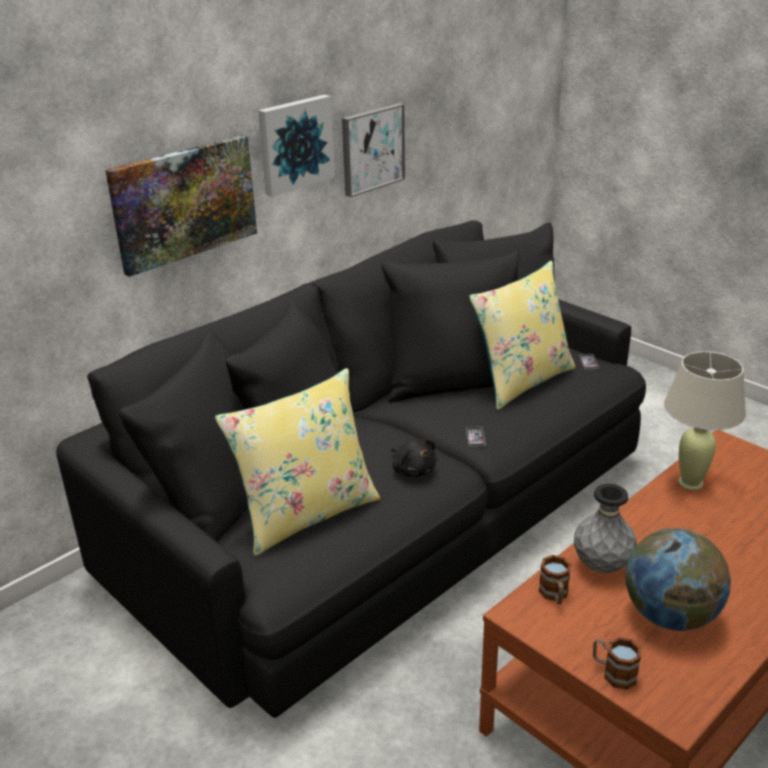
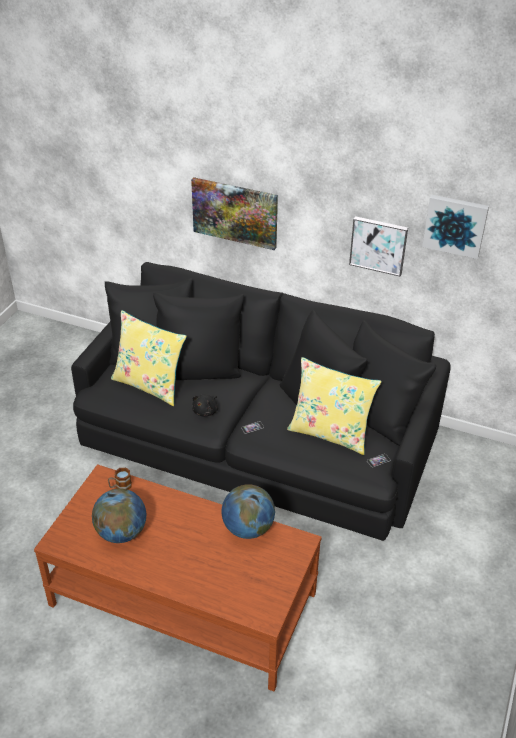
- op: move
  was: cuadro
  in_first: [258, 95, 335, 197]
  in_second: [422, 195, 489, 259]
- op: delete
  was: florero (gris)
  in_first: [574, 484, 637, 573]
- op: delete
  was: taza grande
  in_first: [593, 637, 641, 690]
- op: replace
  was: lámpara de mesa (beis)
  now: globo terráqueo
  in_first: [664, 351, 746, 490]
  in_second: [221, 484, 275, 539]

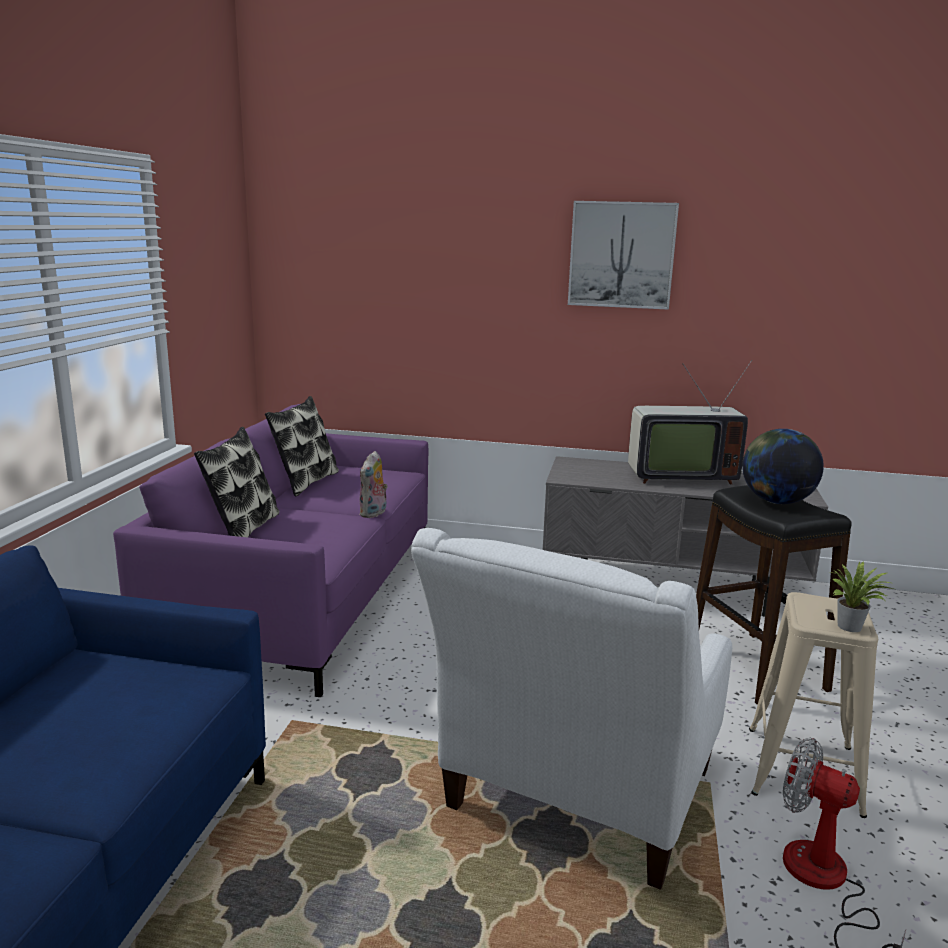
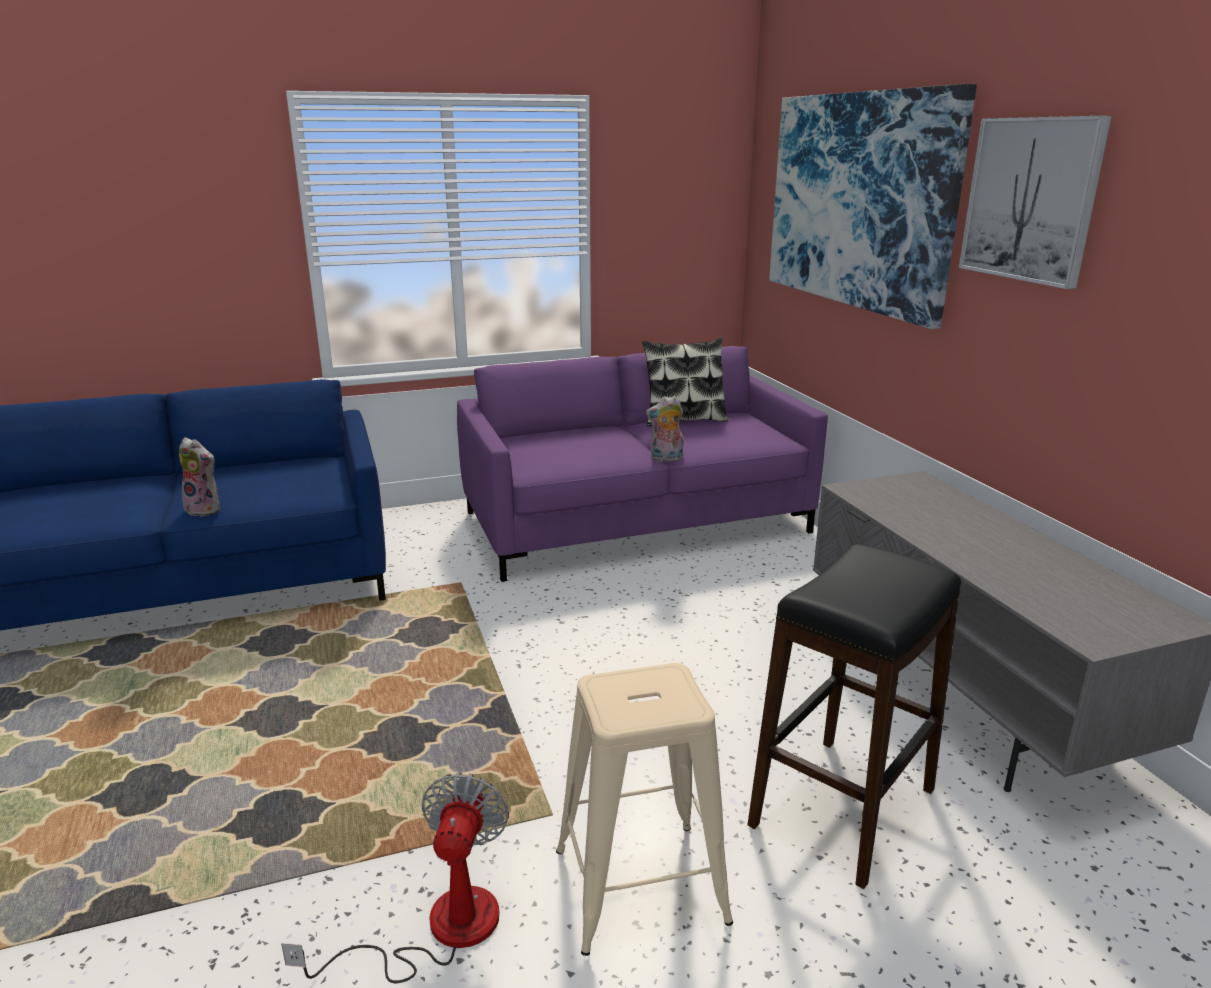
- op: delete
  was: cojín
  in_first: [194, 427, 279, 538]
- op: delete
  was: sillón (blanco)
  in_first: [411, 528, 732, 890]
- op: delete
  was: televisor
  in_first: [628, 360, 752, 485]
- op: delete
  was: globo terráqueo
  in_first: [742, 429, 824, 504]
- op: delete
  was: planta en maceta
  in_first: [833, 561, 893, 632]
- op: insert
  now: peluche
  in_second: [179, 437, 220, 517]
- op: insert
  now: cuadro
  in_second: [769, 84, 977, 329]

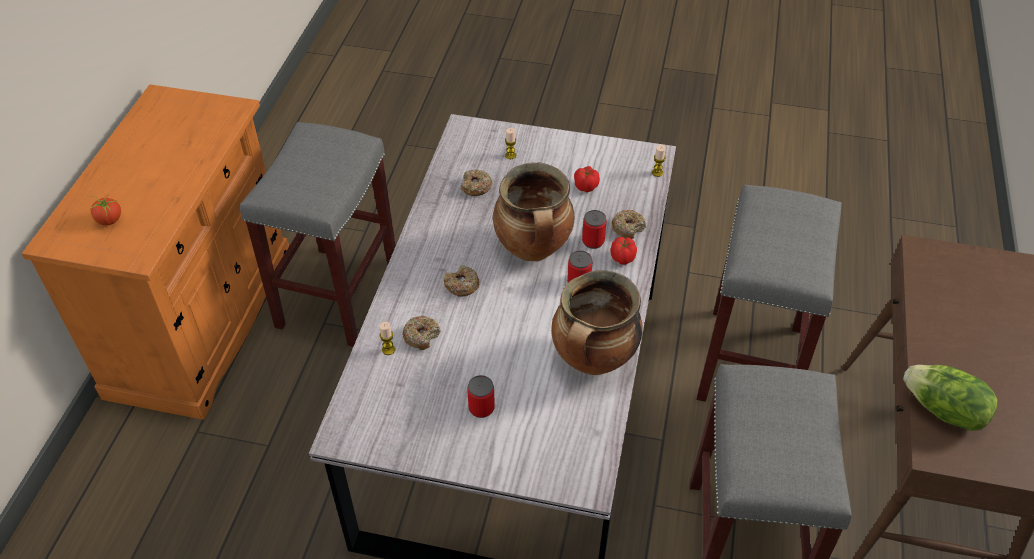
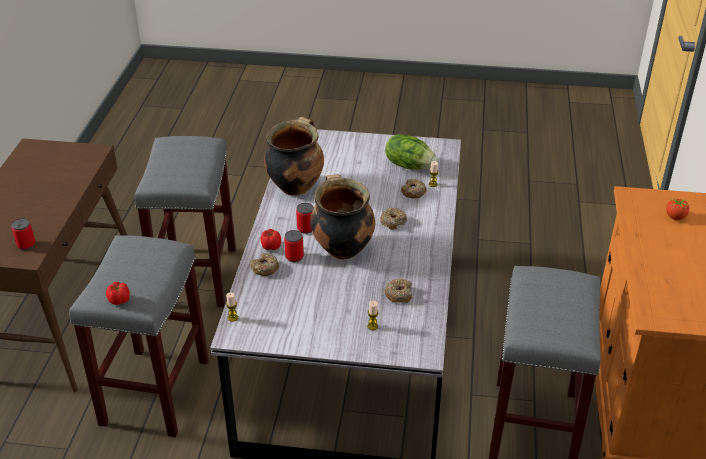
- op: move
  was: lata
  in_first: [467, 375, 495, 418]
  in_second: [11, 218, 35, 250]
- op: move
  was: tomate
  in_first: [574, 166, 600, 192]
  in_second: [106, 282, 130, 305]
- op: move
  was: lechuga
  in_first: [903, 365, 998, 431]
  in_second: [385, 134, 437, 170]

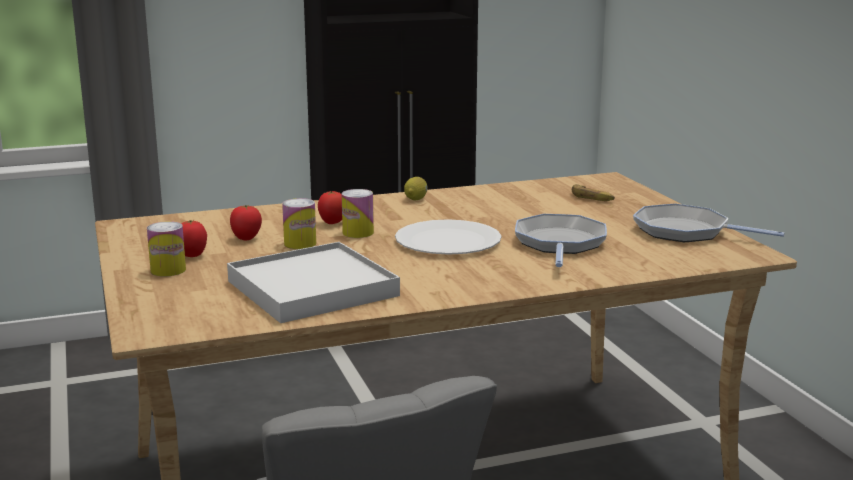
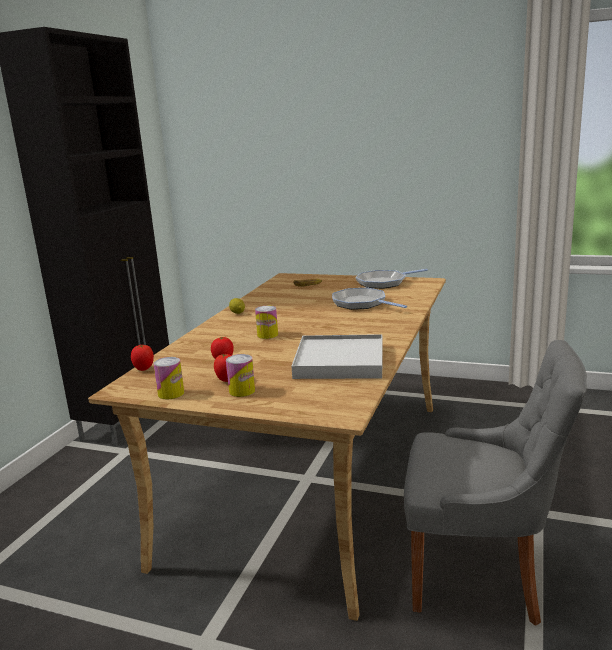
- op: move
  was: lata
  in_first: [282, 198, 316, 249]
  in_second: [153, 357, 184, 399]
- op: move
  was: tomate
  in_first: [318, 191, 342, 224]
  in_second: [131, 345, 154, 371]
- op: delete
  was: plato (blanco)
  in_first: [395, 219, 501, 255]

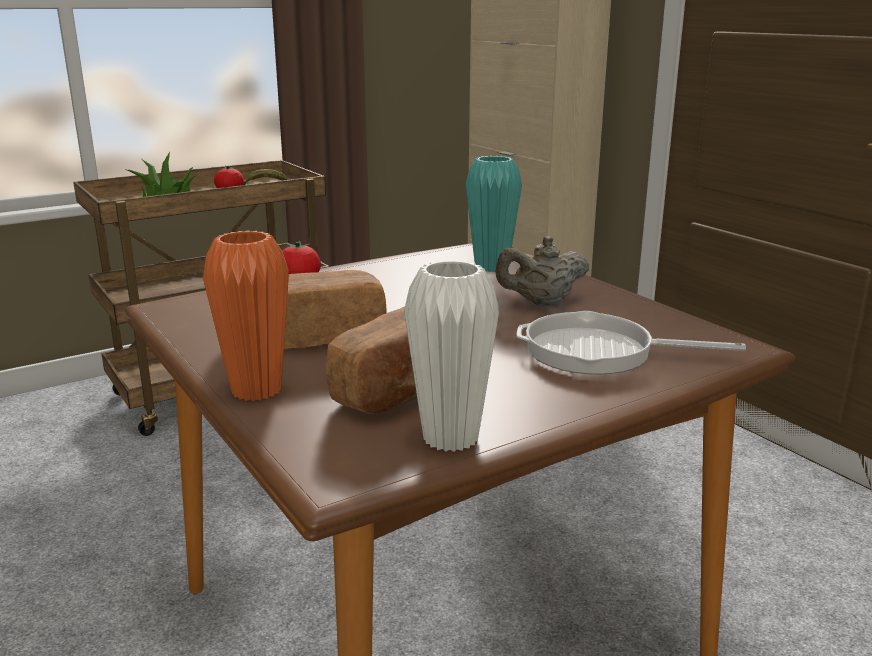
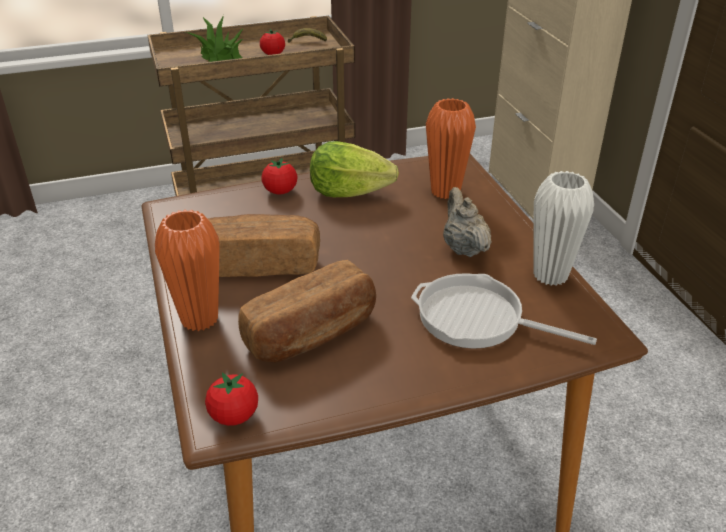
- op: move
  was: florero (blanco)
  in_first: [404, 260, 499, 452]
  in_second: [533, 171, 594, 286]
- op: recolor
  was: florero (turquesa)
  now: florero (naranja)
  in_first: [466, 156, 522, 272]
  in_second: [426, 98, 476, 199]
- op: rotate
  was: tetera (beis)
  in_first: [496, 236, 589, 306]
  in_second: [443, 187, 492, 257]
  clockwise: 75
- op: insert
  now: tomate
  in_second: [205, 372, 258, 426]
- op: insert
  now: lechuga
  in_second: [310, 141, 399, 197]

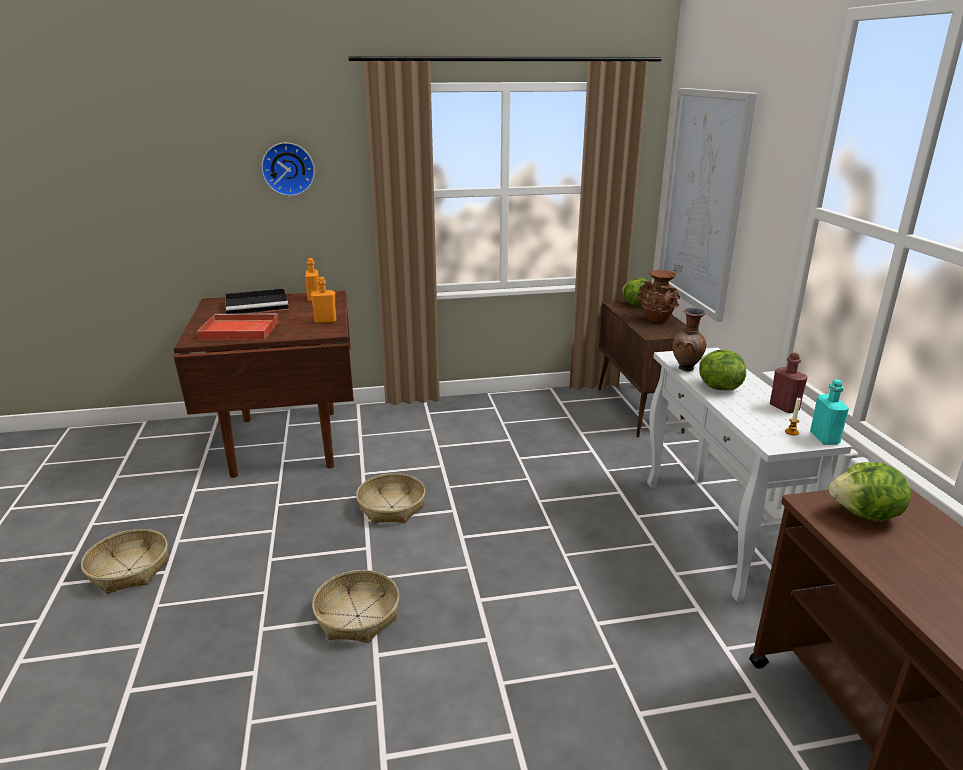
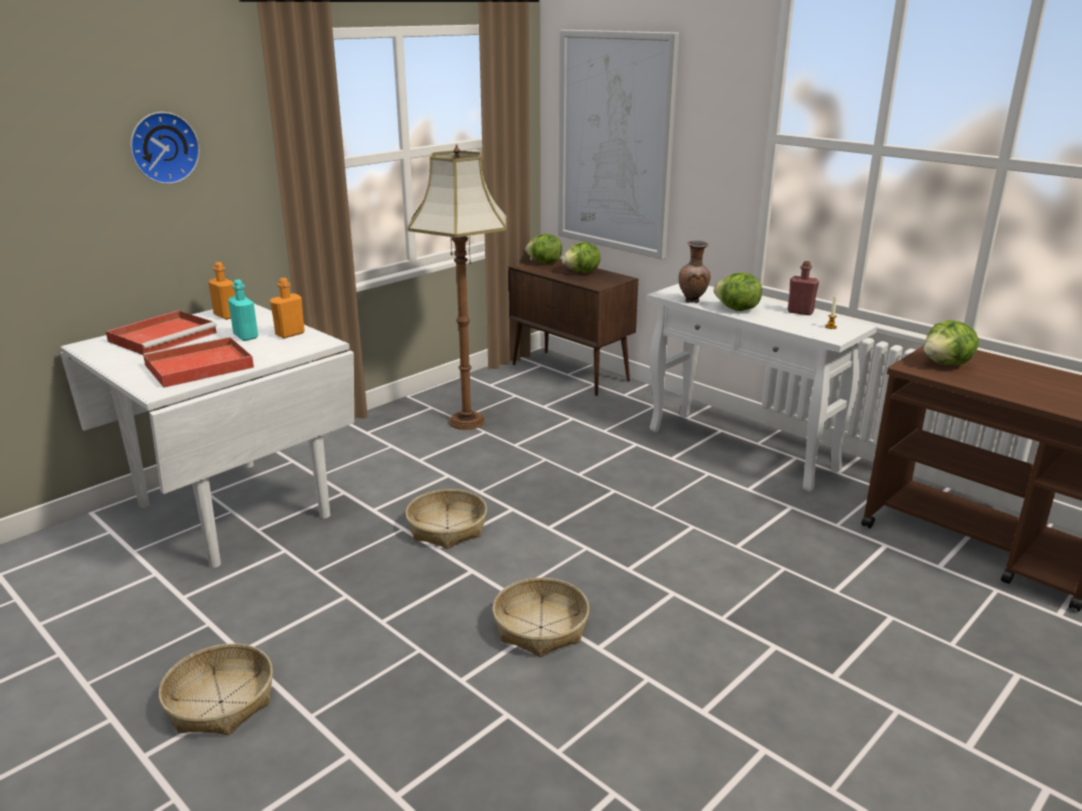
- op: recolor
  was: mesa de comedor (marrón)
  now: mesa de comedor (blanco)
  in_first: [174, 291, 354, 478]
  in_second: [60, 304, 354, 568]
- op: recolor
  was: bandeja (negro)
  now: bandeja (rojo)
  in_first: [225, 289, 289, 314]
  in_second: [106, 310, 217, 355]
- op: replace
  was: florero (marrón)
  now: lechuga
  in_first: [637, 270, 680, 322]
  in_second: [562, 242, 601, 273]
- op: move
  was: botella (turquesa)
  in_first: [810, 380, 849, 445]
  in_second: [228, 279, 258, 341]
- op: insert
  now: lámpara de pie
  in_second: [408, 144, 507, 430]

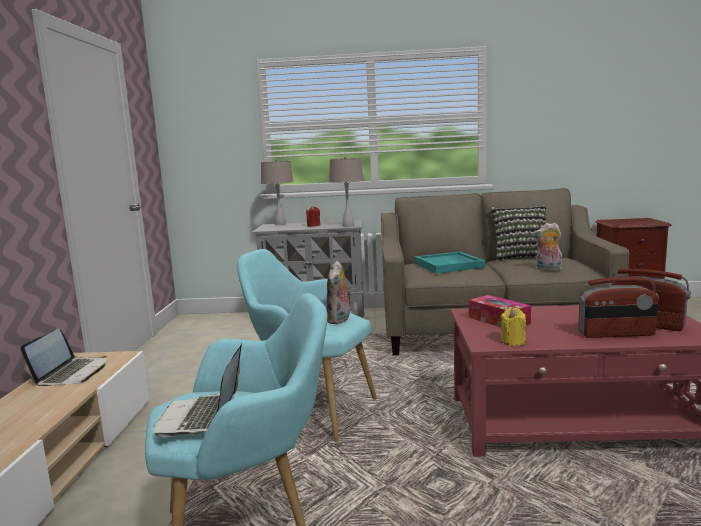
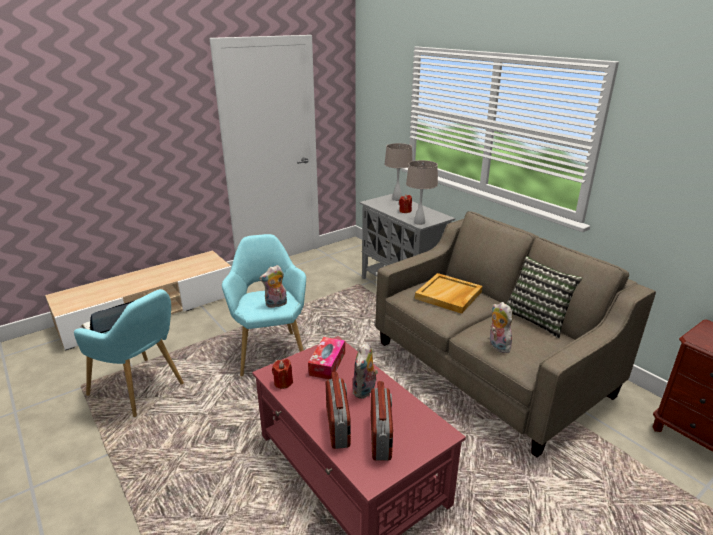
- op: delete
  was: portátil
  in_first: [21, 329, 107, 386]
- op: recolor
  was: bandeja (turquesa)
  now: bandeja (beis)
  in_first: [414, 252, 486, 274]
  in_second: [415, 273, 483, 314]
- op: recolor
  was: vela (amarillo)
  now: vela (rojo)
  in_first: [500, 308, 526, 346]
  in_second: [272, 359, 293, 389]
- op: rotate
  was: radio
  in_first: [578, 277, 659, 338]
  in_second: [326, 372, 351, 449]
  clockwise: -150
- op: insert
  now: peluche
  in_second: [352, 342, 378, 399]

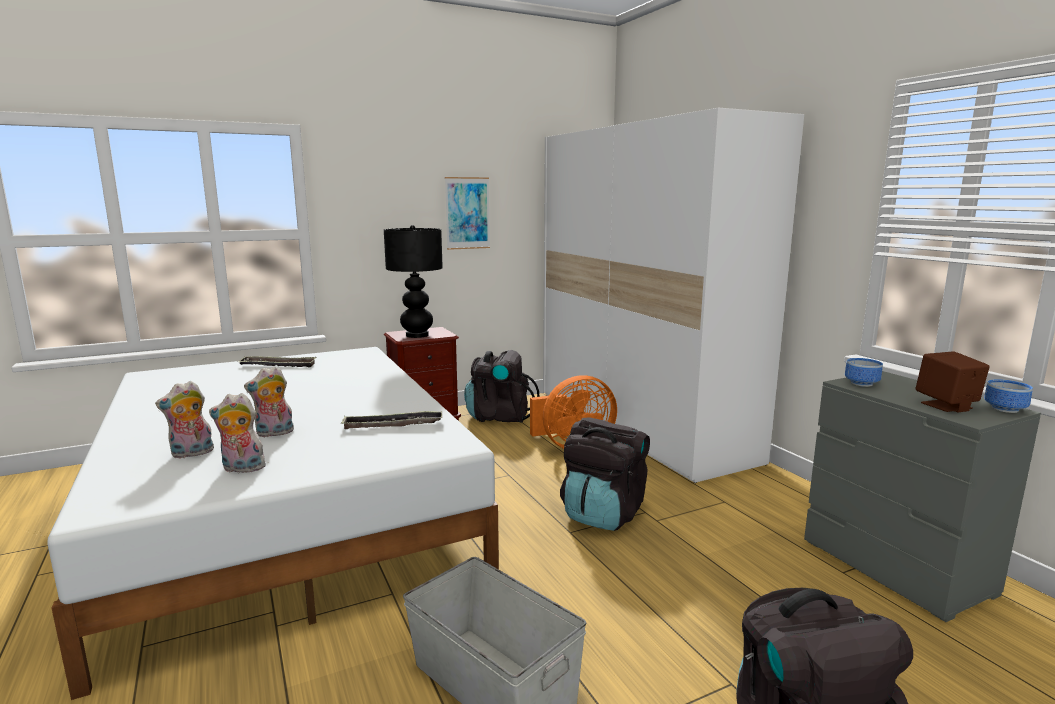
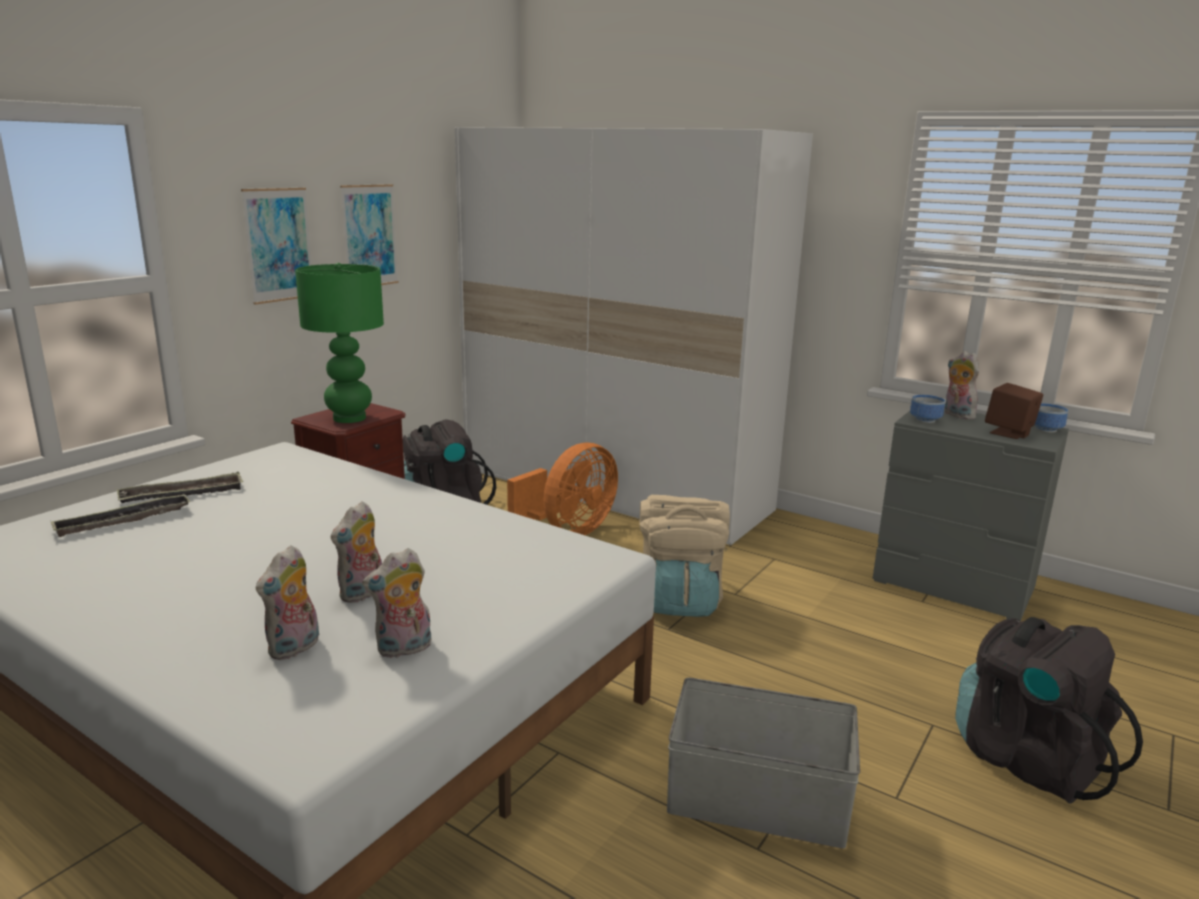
- op: move
  was: bandeja
  in_first: [341, 411, 442, 429]
  in_second: [50, 494, 191, 537]
- op: recolor
  was: lámpara de mesa (negro)
  now: lámpara de mesa (verde)
  in_first: [384, 225, 443, 338]
  in_second: [295, 263, 384, 423]
- op: recolor
  was: mochila (negro)
  now: mochila (beis)
  in_first: [560, 417, 650, 531]
  in_second: [640, 495, 730, 617]
- op: insert
  now: cuadro
  in_second: [241, 188, 312, 305]
- op: insert
  now: peluche
  in_second: [945, 351, 979, 419]

